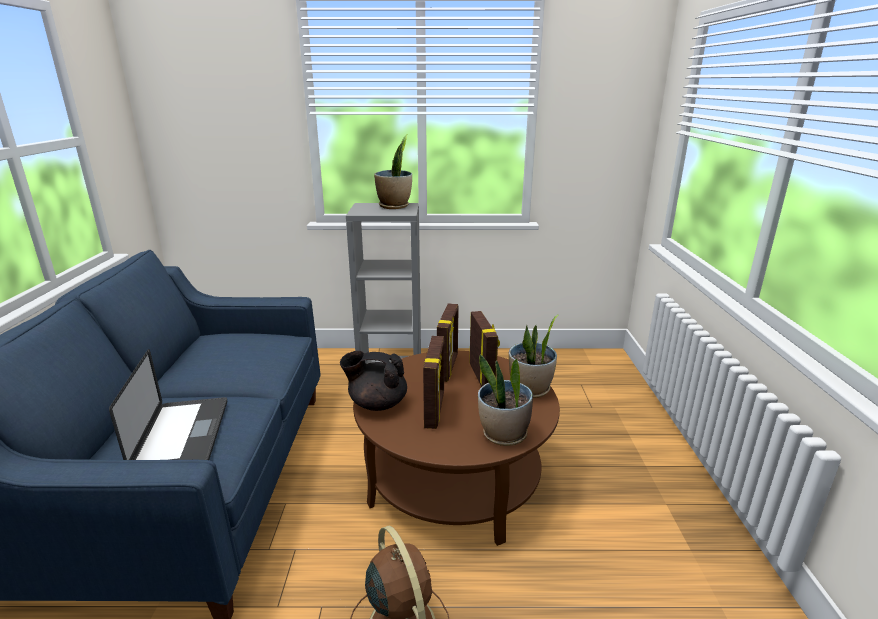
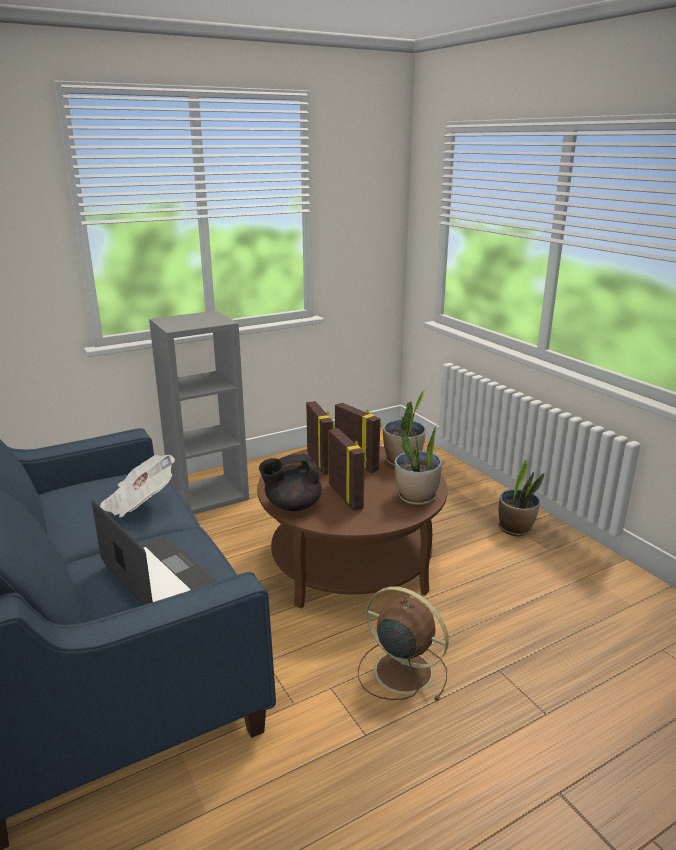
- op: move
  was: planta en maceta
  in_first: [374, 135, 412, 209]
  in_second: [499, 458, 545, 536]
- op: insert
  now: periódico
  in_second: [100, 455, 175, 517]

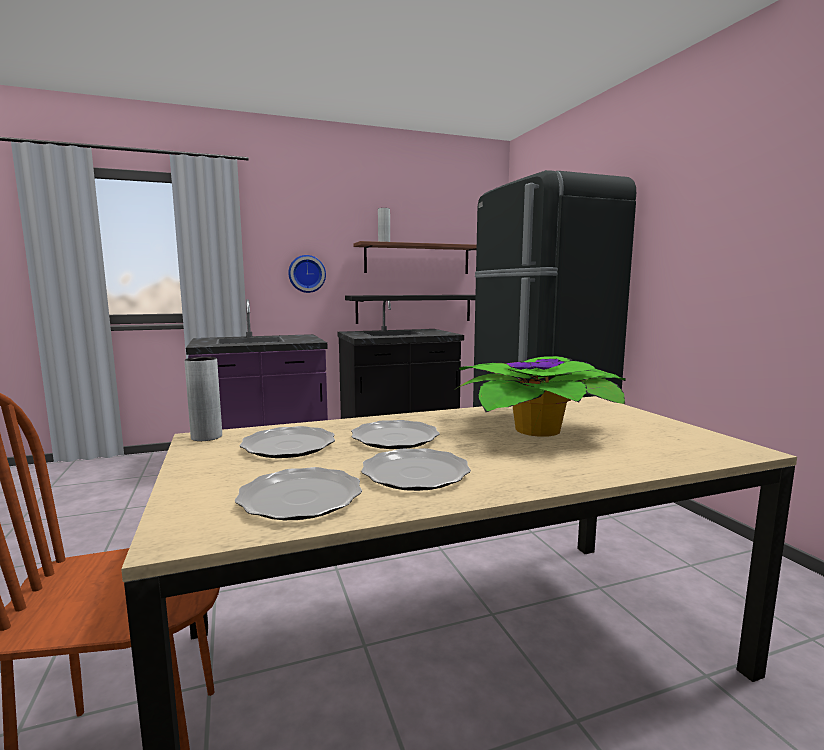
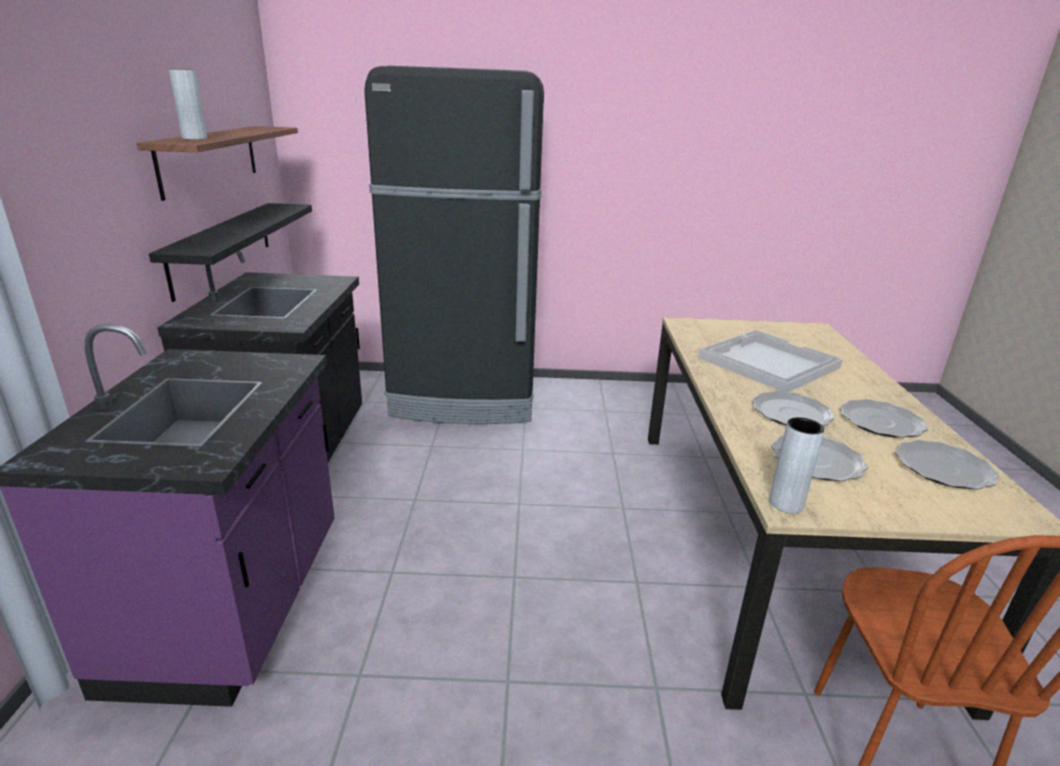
- op: delete
  was: reloj de pared
  in_first: [288, 255, 326, 293]
- op: replace
  was: planta en maceta
  now: bandeja (blanco)
  in_first: [451, 356, 626, 437]
  in_second: [698, 330, 843, 393]

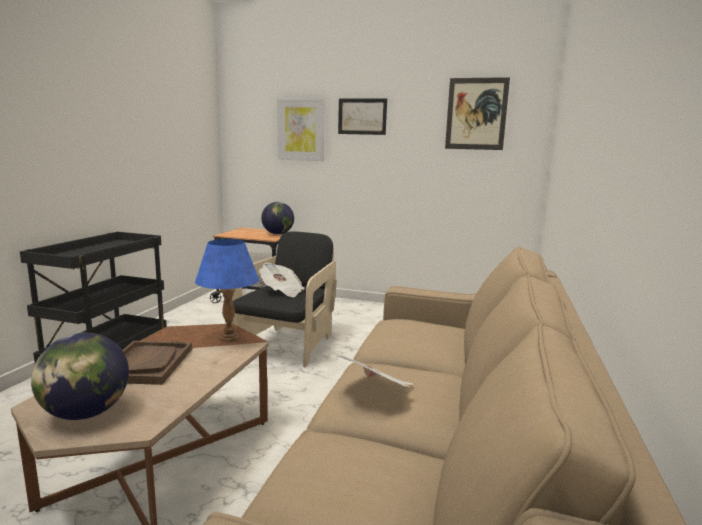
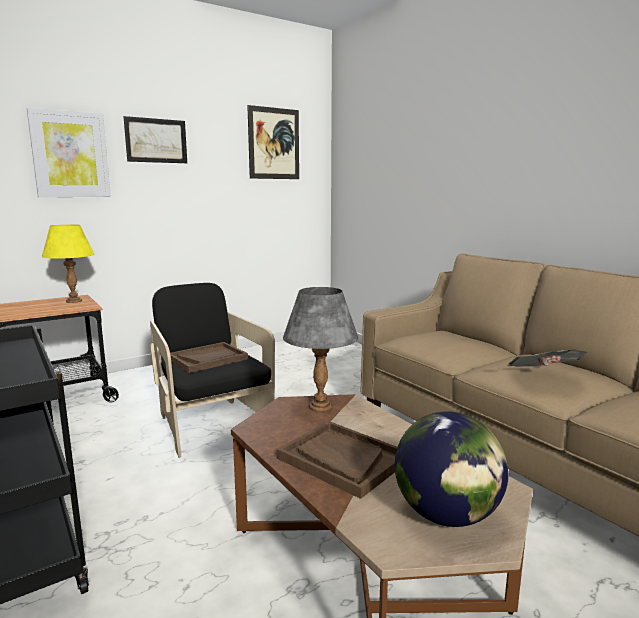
- op: recolor
  was: lámpara de mesa (azul)
  now: lámpara de mesa (gris)
  in_first: [195, 239, 259, 342]
  in_second: [283, 287, 358, 412]
- op: replace
  was: periódico
  now: bandeja (marrón)
  in_first: [259, 263, 304, 297]
  in_second: [170, 342, 248, 373]
- op: replace
  was: globo terráqueo
  now: lámpara de mesa (amarillo)
  in_first: [261, 202, 294, 235]
  in_second: [42, 225, 95, 303]

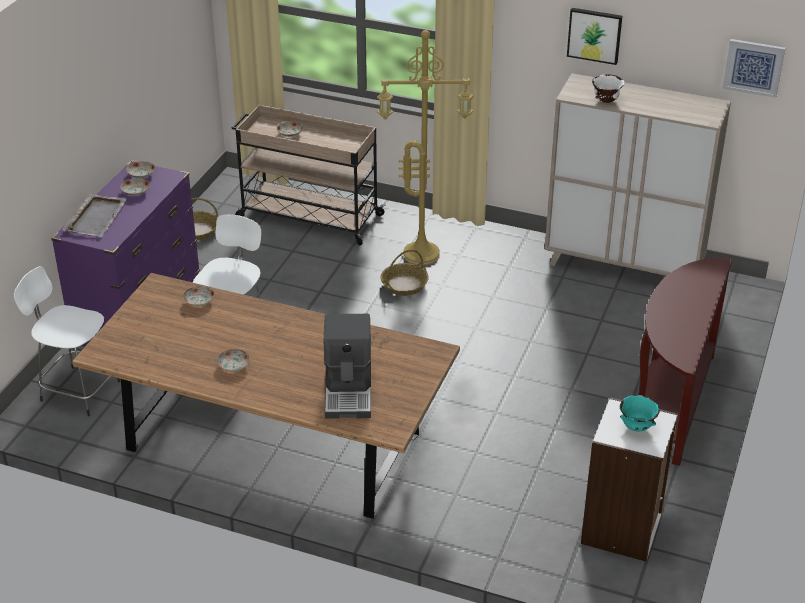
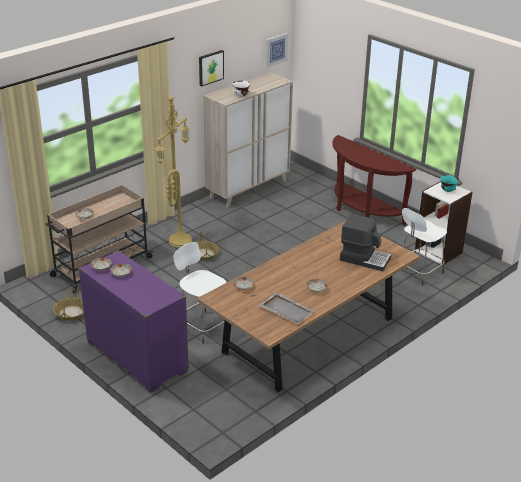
- op: move
  was: taburete (blanco)
  in_first: [14, 266, 120, 416]
  in_second: [402, 208, 447, 285]
- op: move
  was: bandeja (gris)
  in_first: [62, 194, 127, 237]
  in_second: [258, 292, 316, 324]

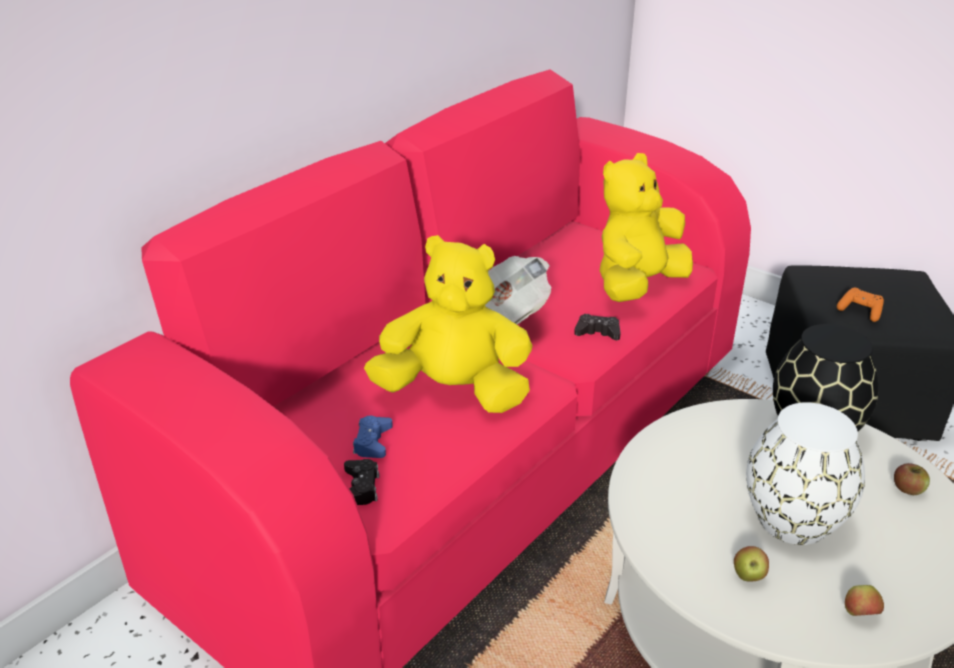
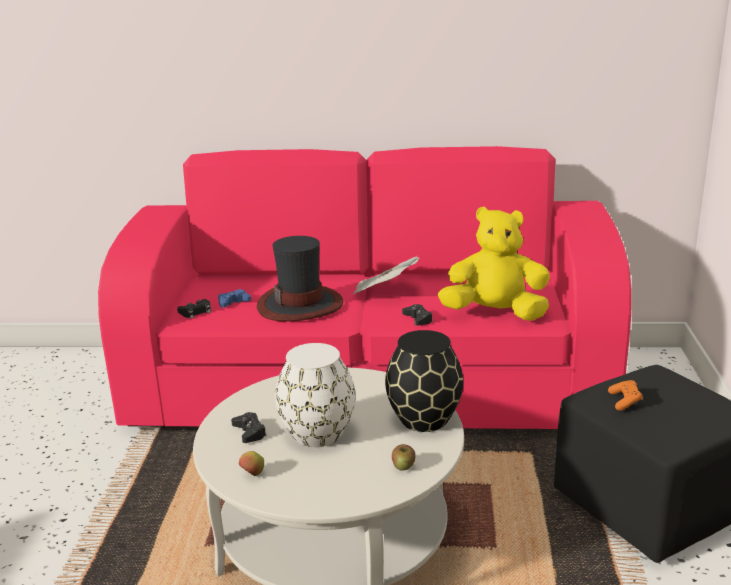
- op: replace
  was: peluche (amarillo)
  now: sombrero
  in_first: [364, 235, 533, 413]
  in_second: [257, 236, 343, 322]
- op: replace
  was: manzana
  now: mando de consola (negro)
  in_first: [734, 546, 769, 582]
  in_second: [231, 412, 267, 443]

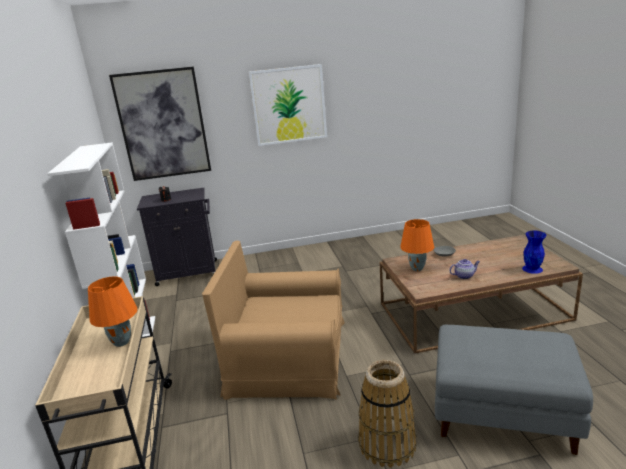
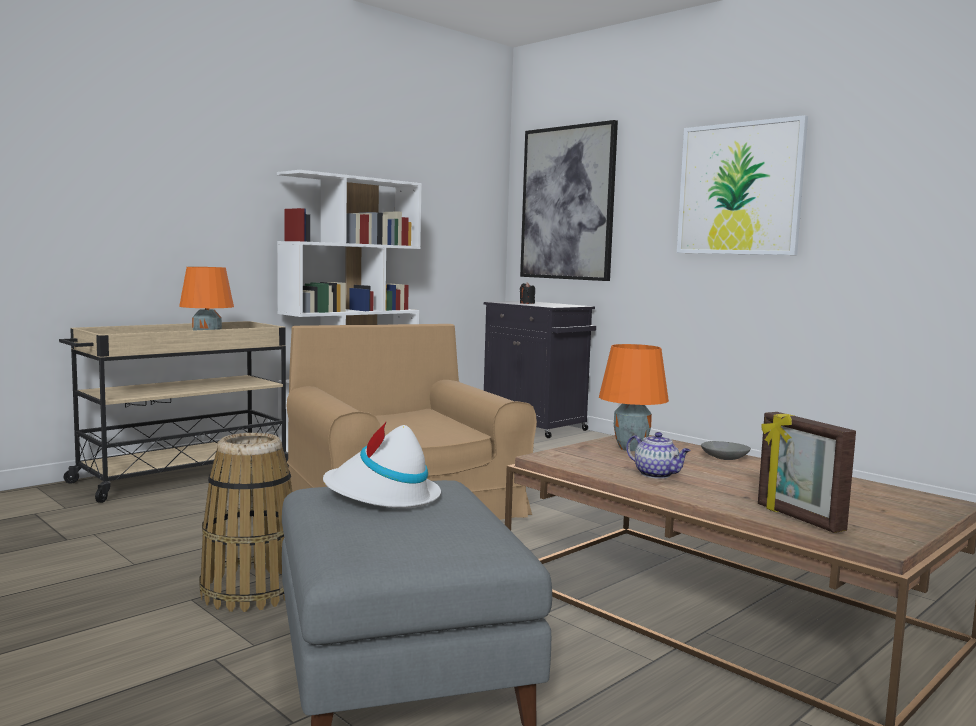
- op: replace
  was: florero (azul)
  now: portarretratos
  in_first: [522, 231, 546, 274]
  in_second: [758, 412, 856, 533]
- op: insert
  now: sombrero (blanco)
  in_second: [323, 421, 441, 508]

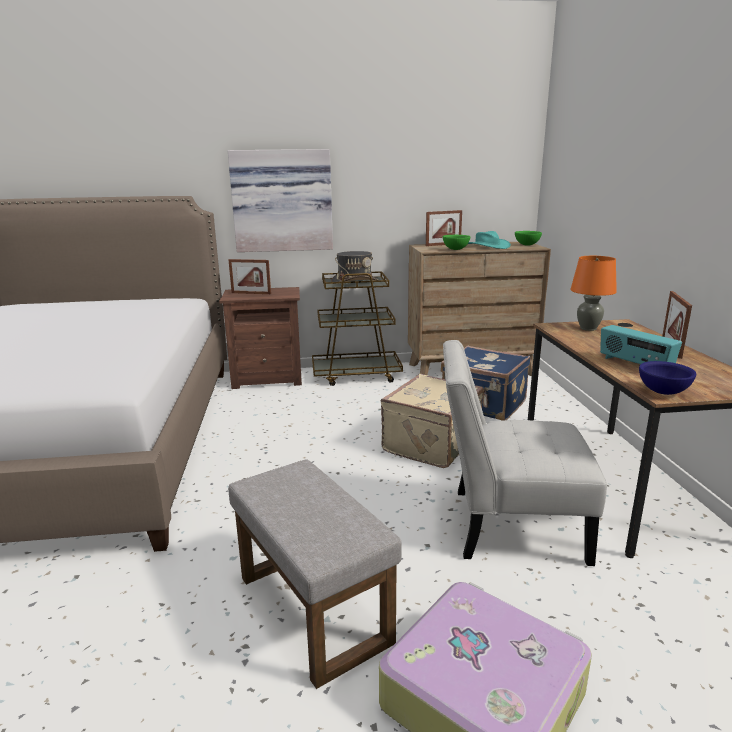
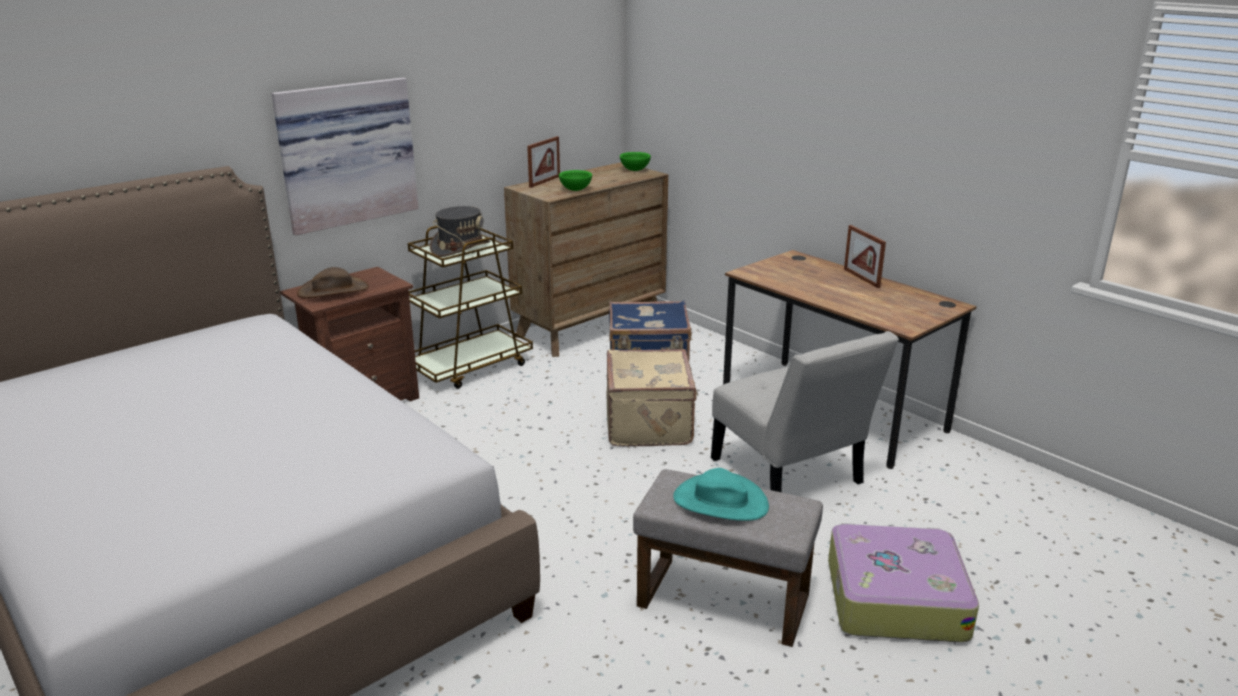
- op: replace
  was: portarretratos
  now: sombrero (marrón)
  in_first: [228, 259, 271, 294]
  in_second: [297, 267, 369, 298]
- op: rotate
  was: silla (blanco)
  in_first: [443, 340, 607, 566]
  in_second: [711, 331, 899, 492]
  clockwise: -90
- op: move
  was: sombrero (turquesa)
  in_first: [468, 231, 511, 249]
  in_second: [673, 468, 769, 521]
- op: delete
  was: lámpara de mesa (naranja)
  in_first: [570, 256, 617, 331]
- op: delete
  was: radio
  in_first: [600, 325, 682, 364]
- op: delete
  was: cuenco (azul)
  in_first: [639, 361, 696, 395]

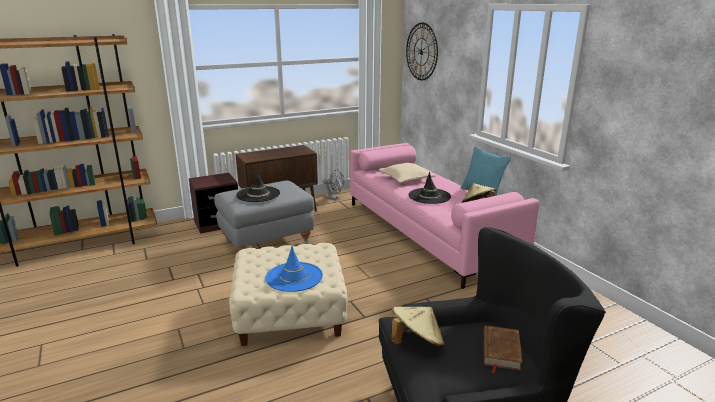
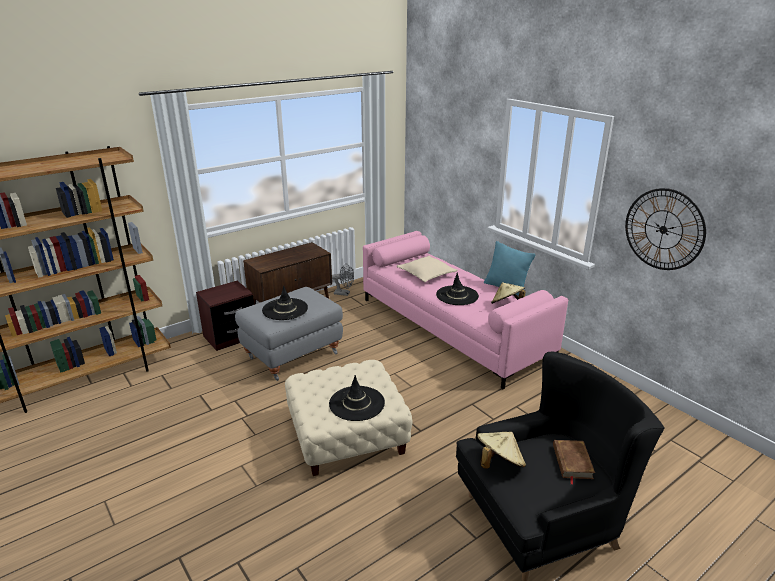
- op: recolor
  was: sombrero (azul)
  now: sombrero (negro)
  in_first: [265, 246, 323, 292]
  in_second: [329, 375, 385, 421]
- op: move
  was: reloj de pared
  in_first: [406, 22, 438, 81]
  in_second: [625, 188, 706, 270]

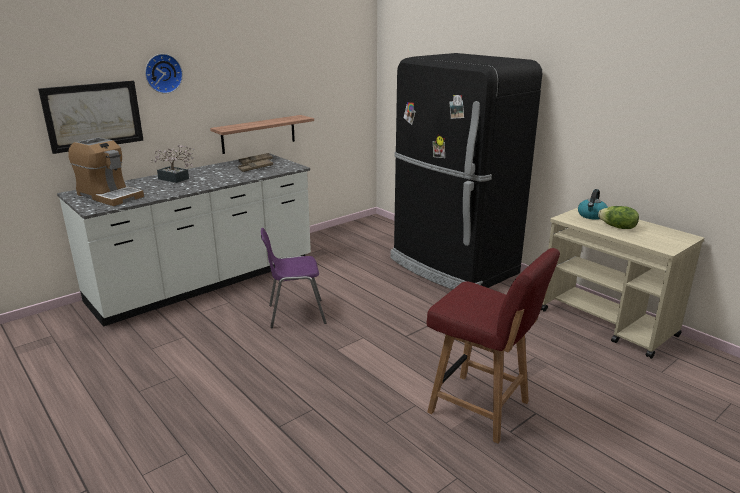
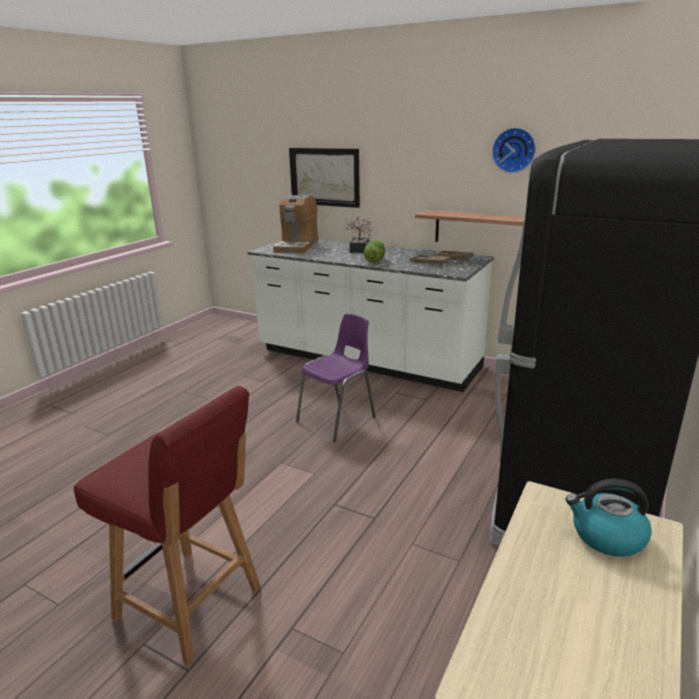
- op: move
  was: reloj de pared
  in_first: [145, 54, 183, 94]
  in_second: [492, 127, 536, 173]
- op: rotate
  was: silla (morado)
  in_first: [261, 228, 327, 328]
  in_second: [296, 314, 376, 442]
  clockwise: 75
- op: rotate
  was: silla (rojo)
  in_first: [426, 248, 560, 444]
  in_second: [74, 386, 261, 666]
  clockwise: -75
- op: move
  was: lechuga
  in_first: [598, 206, 639, 229]
  in_second: [364, 240, 385, 262]

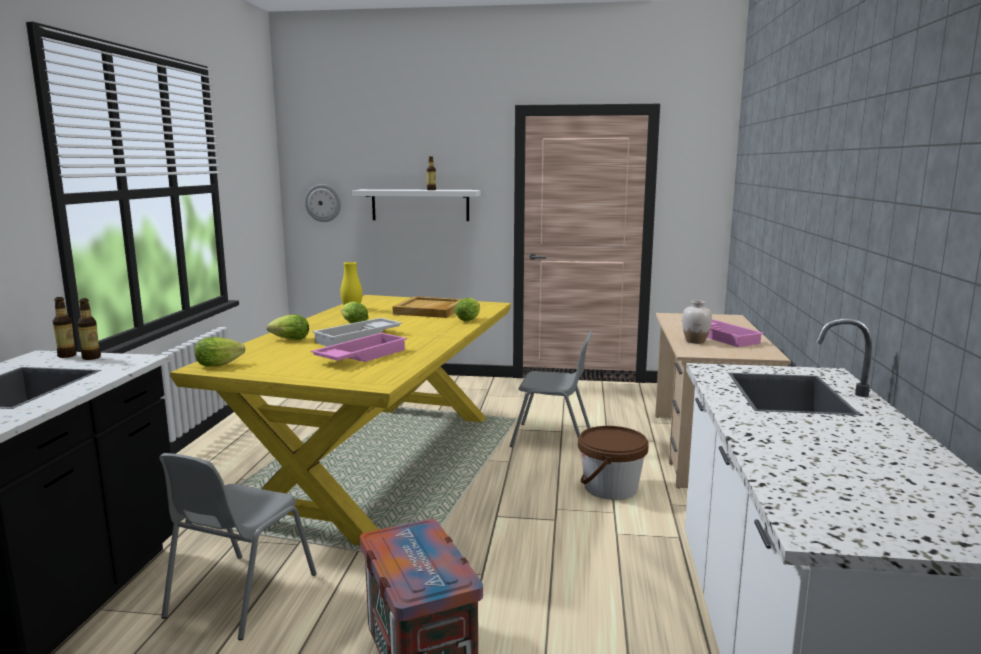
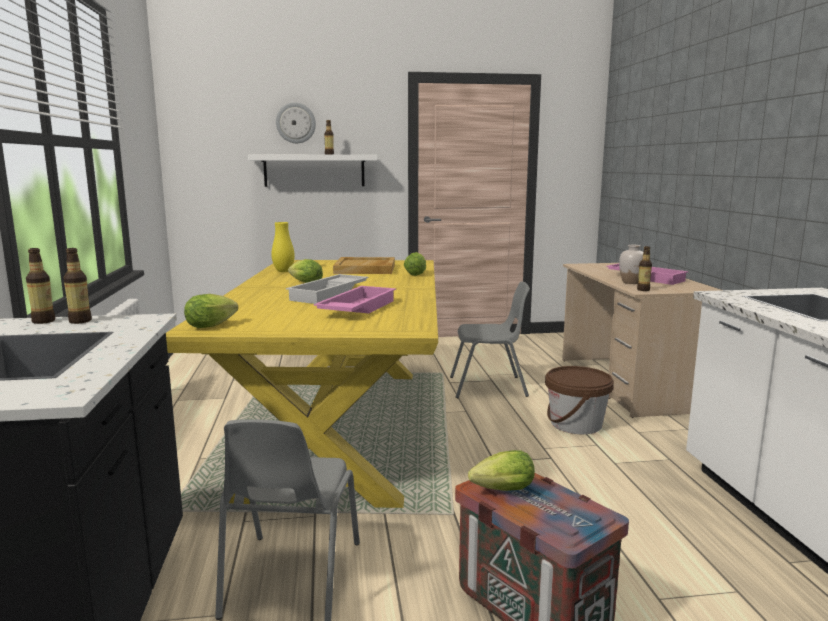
- op: move
  was: lechuga
  in_first: [267, 315, 309, 340]
  in_second: [468, 450, 535, 491]
- op: move
  was: reloj de pared
  in_first: [305, 184, 341, 222]
  in_second: [276, 102, 316, 143]
- op: insert
  now: botella
  in_second: [637, 246, 652, 291]

